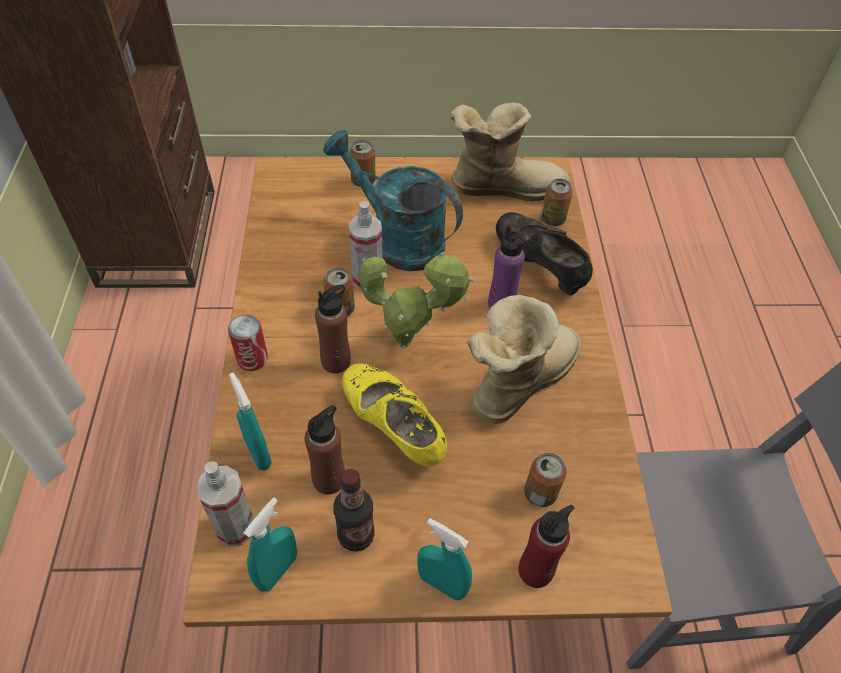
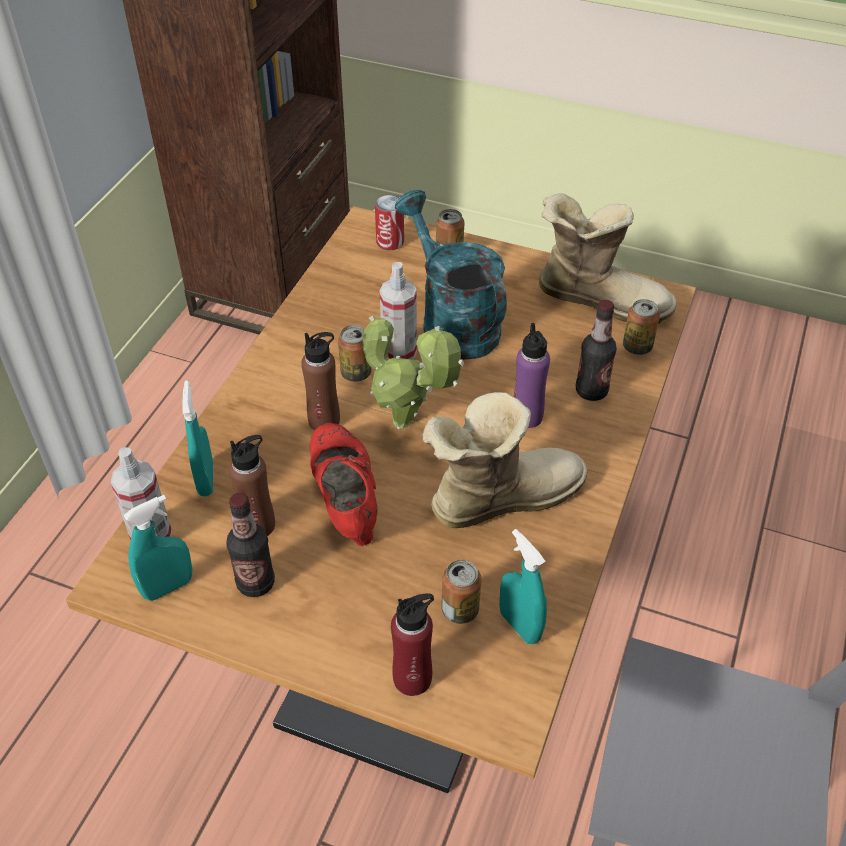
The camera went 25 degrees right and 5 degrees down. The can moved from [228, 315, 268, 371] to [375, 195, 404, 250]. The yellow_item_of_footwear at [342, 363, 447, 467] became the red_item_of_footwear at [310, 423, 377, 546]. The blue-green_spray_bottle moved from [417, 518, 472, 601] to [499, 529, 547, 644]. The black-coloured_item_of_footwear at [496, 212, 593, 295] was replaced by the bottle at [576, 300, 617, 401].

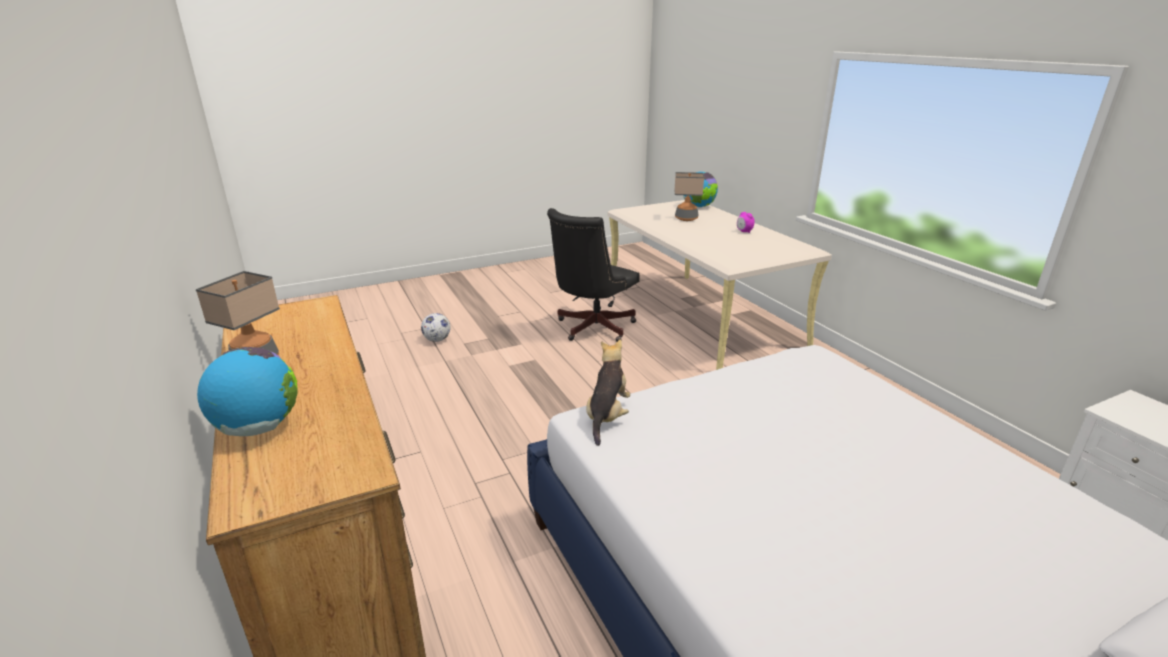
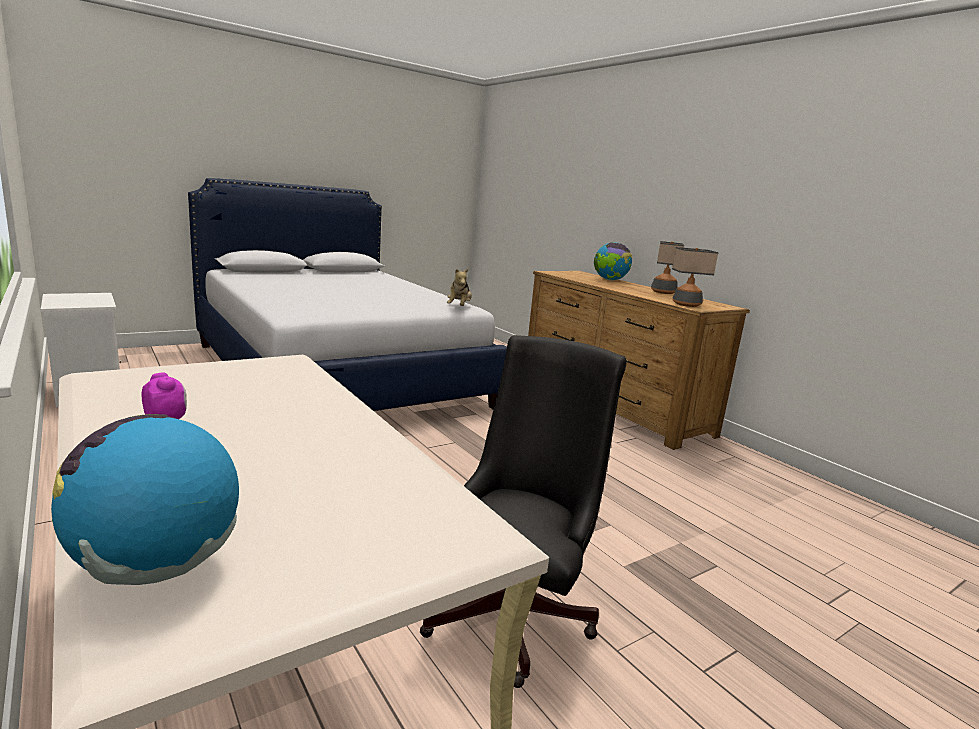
The camera went 170 degrees right and 10 degrees down. The football_ball at [421, 313, 450, 342] disappeared. The tabletop_lamp moved from [674, 172, 704, 221] to [672, 247, 719, 307].

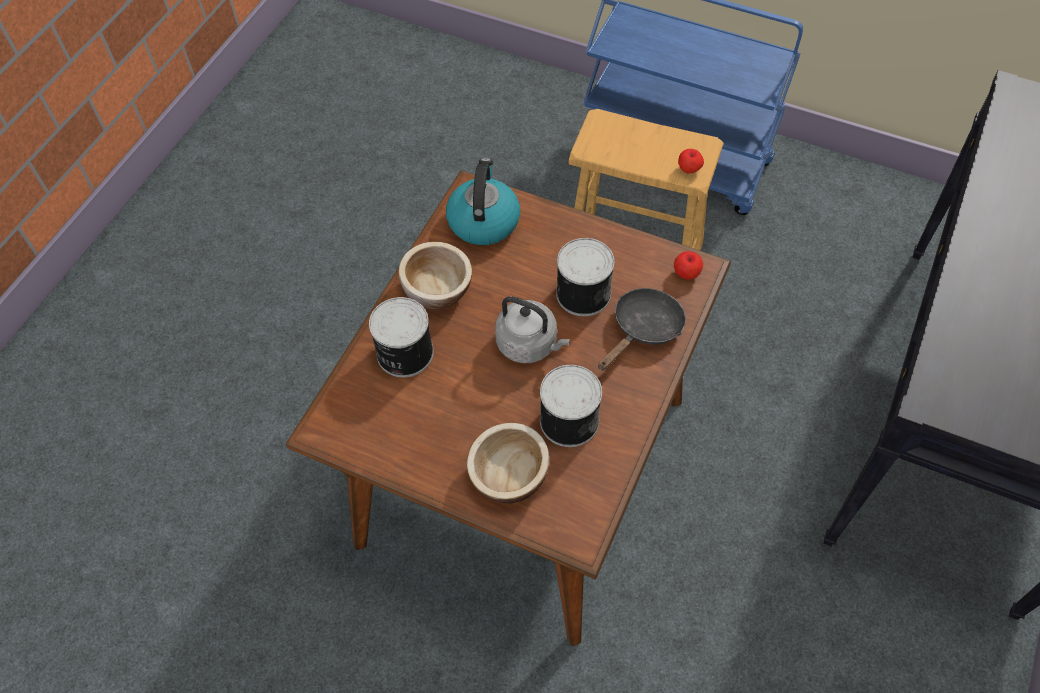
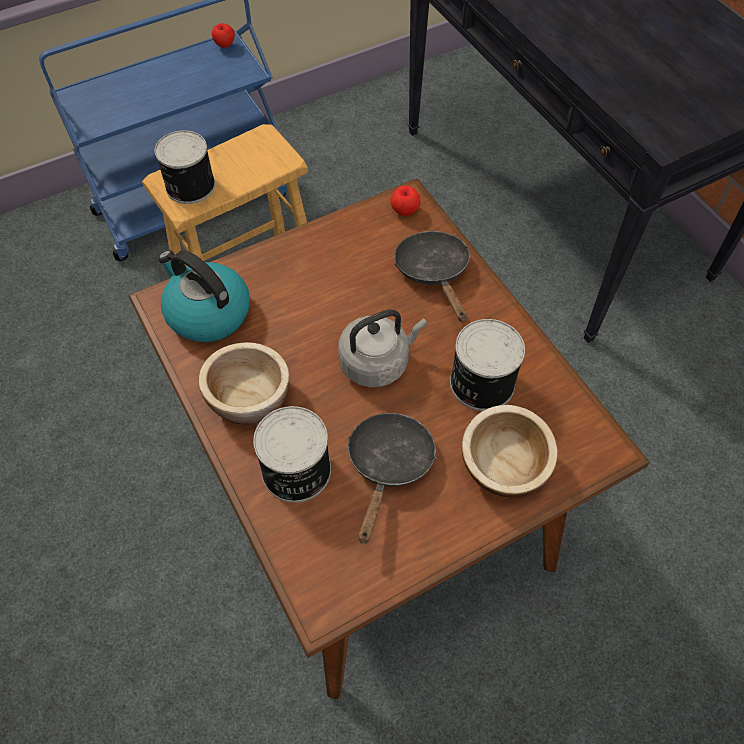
The camera went 55 degrees left and 0 degrees up. The can moved from [556, 238, 614, 316] to [155, 130, 215, 204]. The whole_apple moved from [678, 149, 704, 174] to [212, 23, 235, 48]. The black-coloured_skillet at [348, 413, 437, 544] appeared.

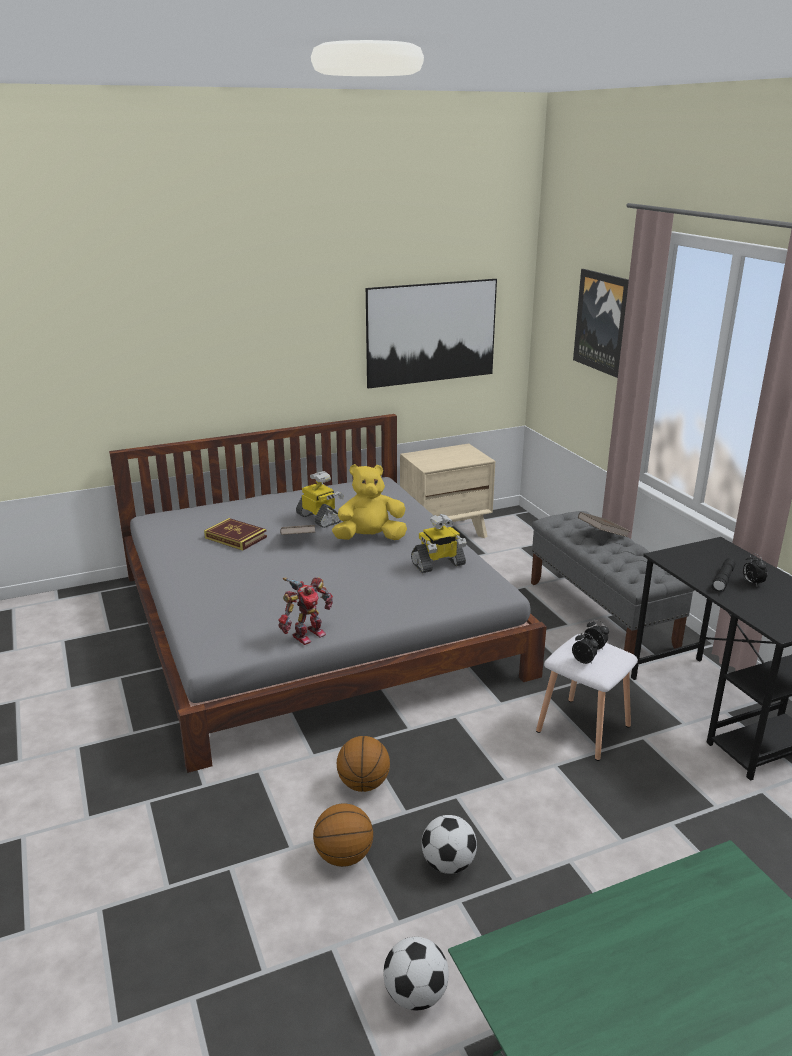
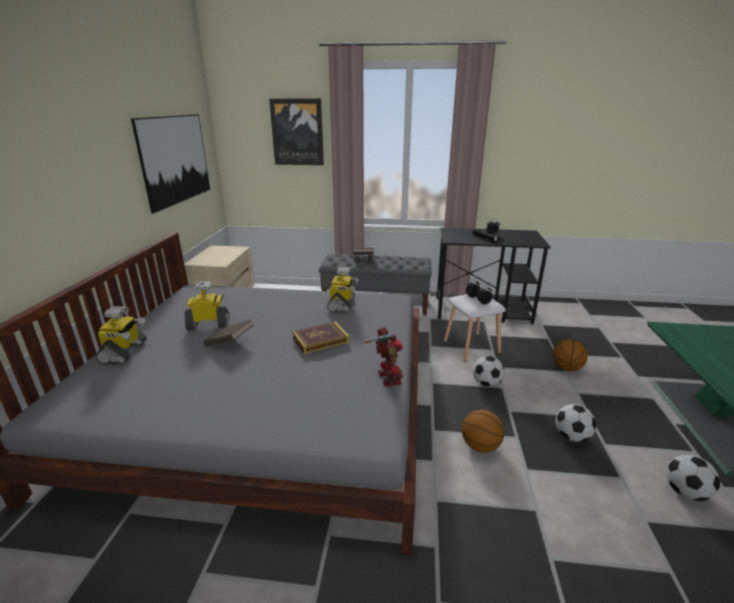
The camera went 60 degrees left and 0 degrees up. The volume moved from [204, 518, 267, 551] to [292, 321, 350, 354]. The basketball_ball moved from [313, 803, 373, 867] to [553, 339, 588, 371]. The yellow_cuddly_toy at [332, 464, 407, 540] disappeared. The toy_robot at [96, 306, 147, 364] appeared. The football_ball at [473, 356, 505, 387] appeared.

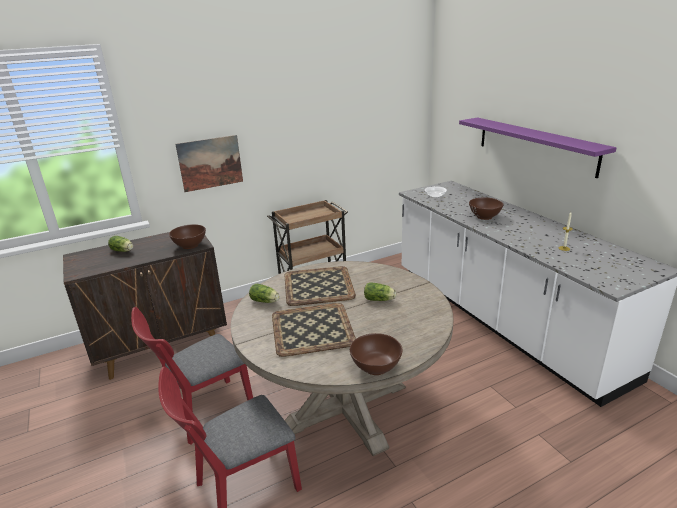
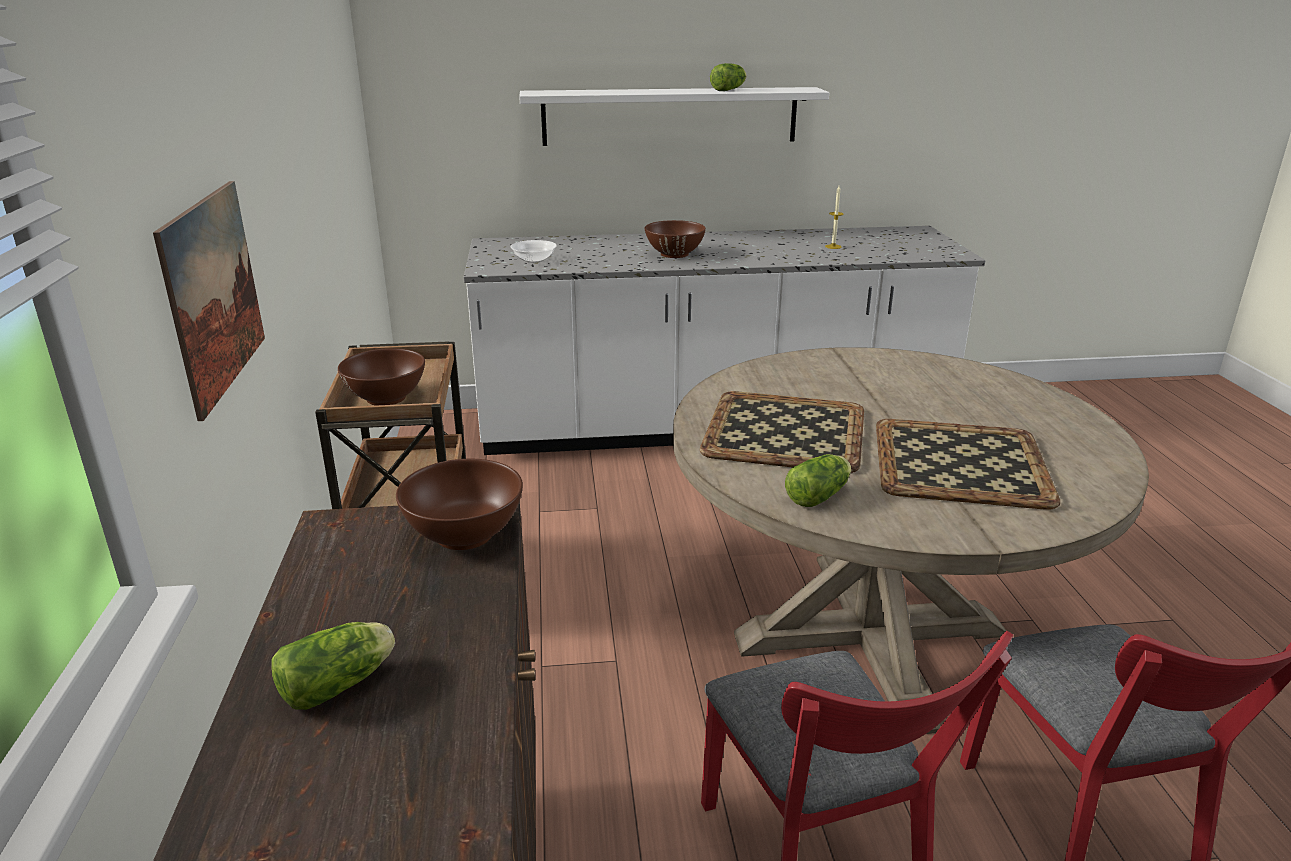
The camera went 70 degrees left and 0 degrees up. The brown_deep_dish moved from [350, 333, 403, 375] to [338, 348, 425, 406]. The lettuce_head moved from [364, 282, 396, 301] to [710, 63, 747, 91]. The purple-coloured_wall_shelf at [459, 117, 617, 178] became the white-coloured_wall_shelf at [519, 87, 829, 146].

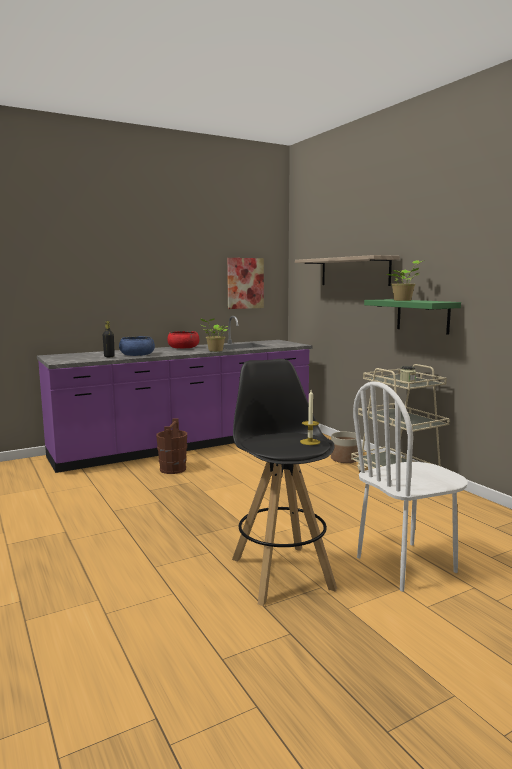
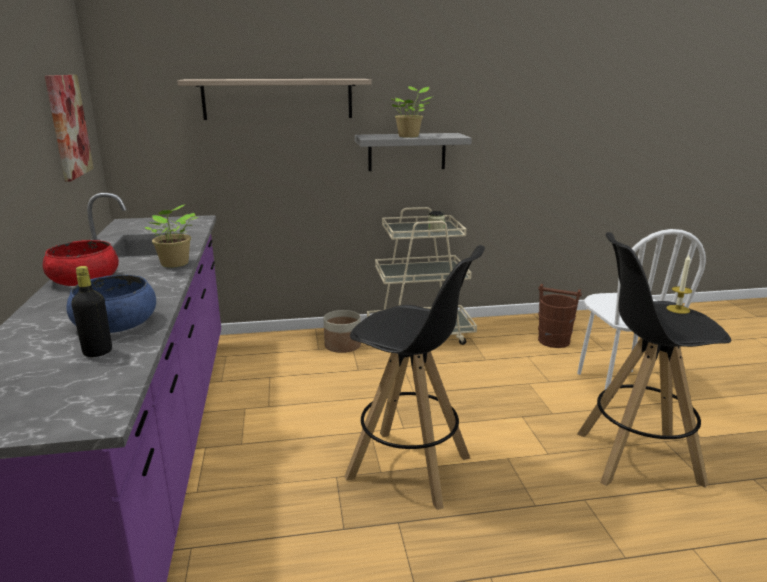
The camera went 70 degrees left and 10 degrees up. The brown_pail moved from [156, 418, 187, 474] to [538, 284, 582, 348]. The green_wall_shelf at [364, 299, 461, 335] became the greyish_wall_shelf at [355, 133, 472, 171]. The black-coloured_stool_seat at [344, 245, 485, 510] appeared.

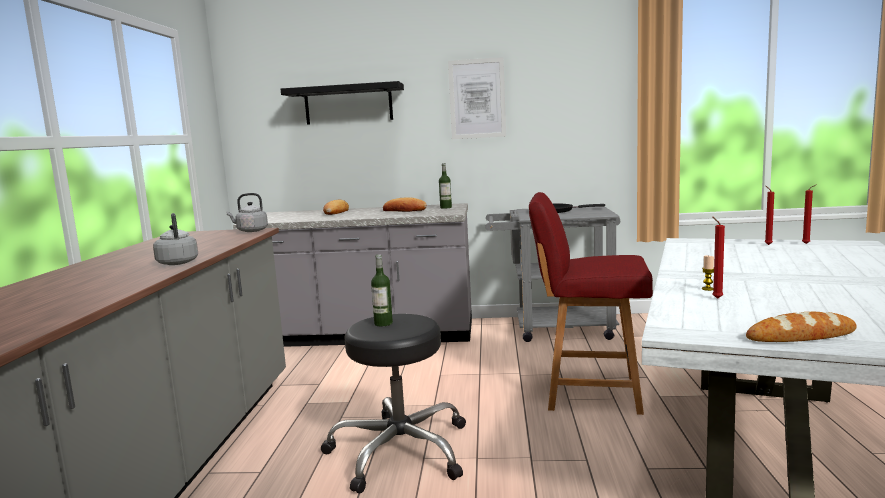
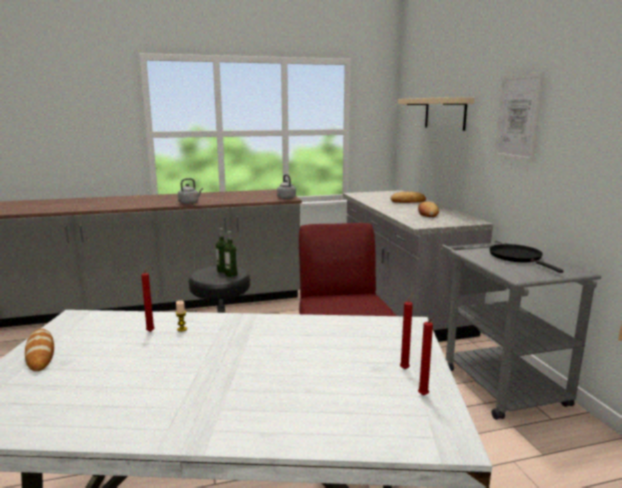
The camera went 70 degrees right and 5 degrees up. The black-coloured_wall_shelf at [281, 81, 404, 125] became the sand-coloured_wall_shelf at [398, 97, 475, 131]. The bottle moved from [439, 163, 452, 209] to [224, 231, 237, 277].

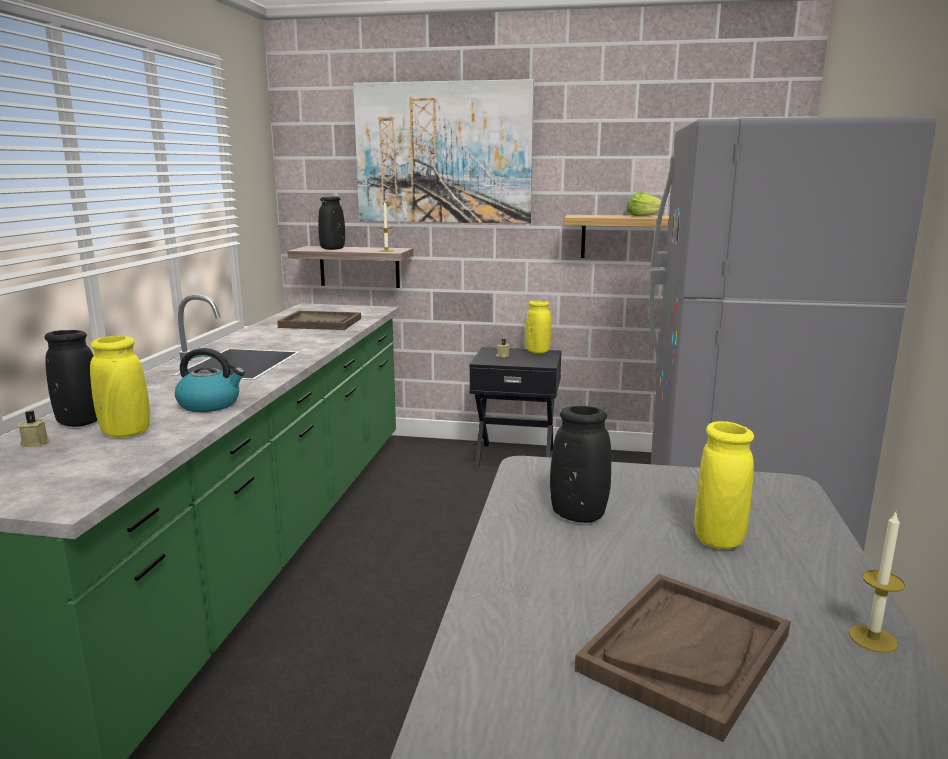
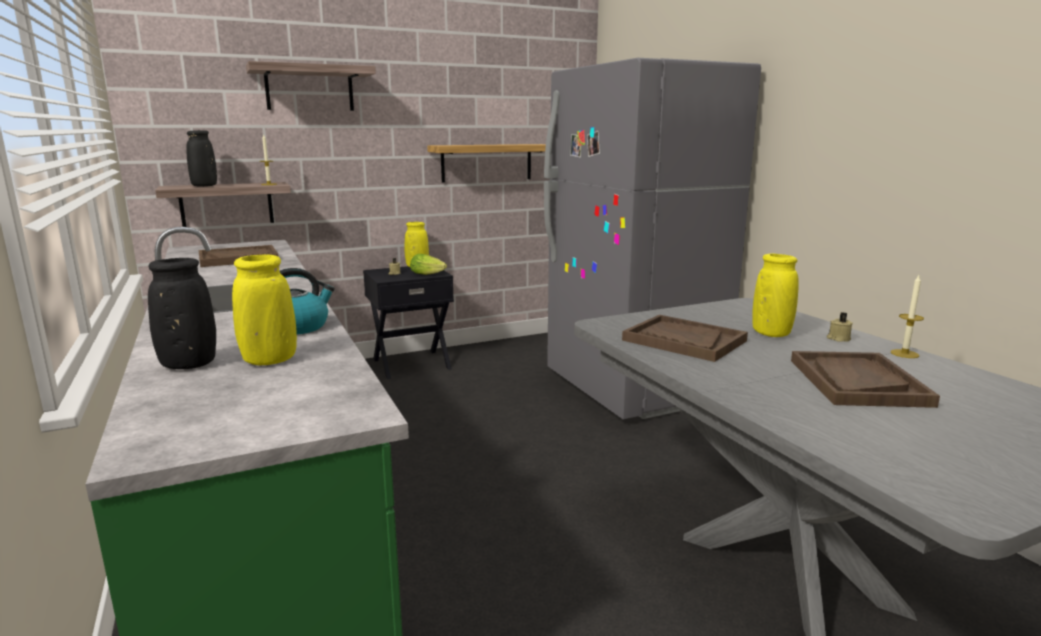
The camera went 35 degrees left and 0 degrees up. The sand-coloured_wax_light moved from [17, 411, 50, 447] to [827, 312, 853, 342]. The wall_art at [353, 79, 534, 224] was replaced by the wall_shelf at [246, 61, 376, 111]. The black-coloured_decorative_vase at [550, 406, 611, 523] was replaced by the brown_tray at [622, 315, 748, 362]. The lettuce_head moved from [627, 192, 666, 216] to [410, 254, 447, 275].

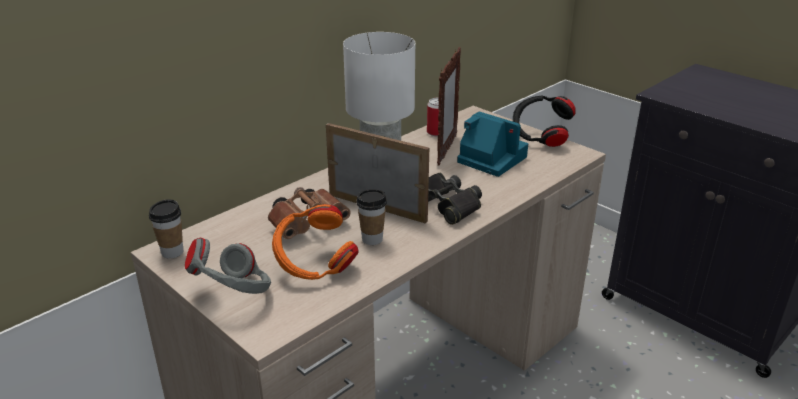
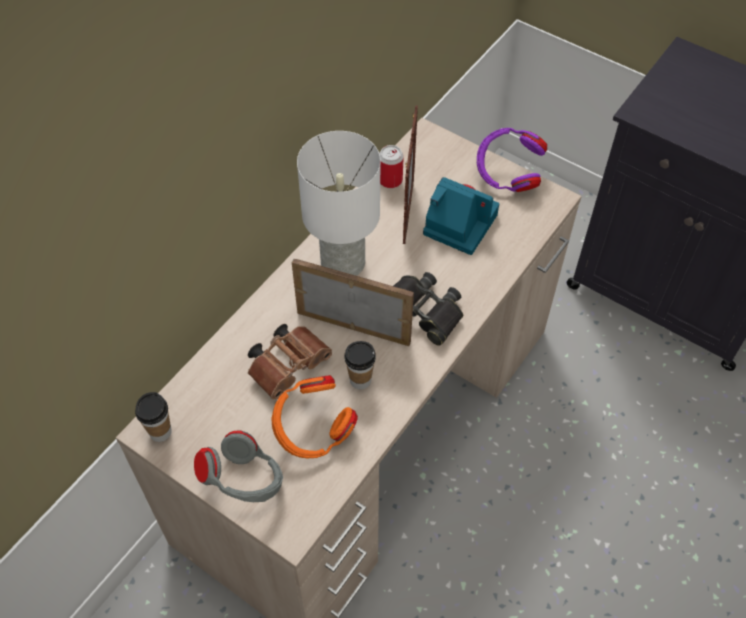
The camera went 10 degrees left and 25 degrees up. The black-coloured_headphones at [513, 96, 576, 147] became the purple-coloured_headphones at [477, 128, 547, 192].

